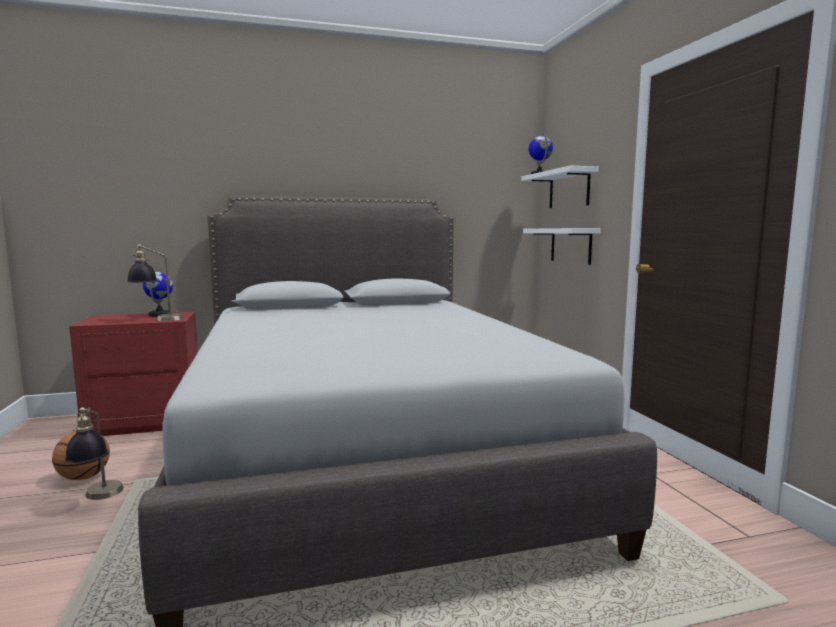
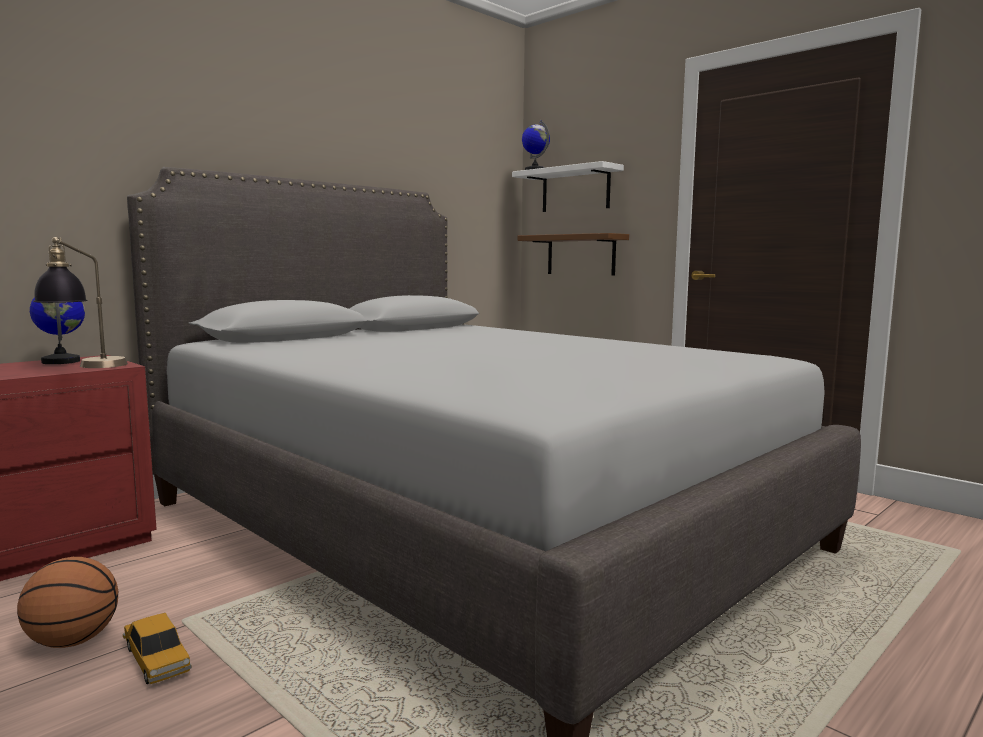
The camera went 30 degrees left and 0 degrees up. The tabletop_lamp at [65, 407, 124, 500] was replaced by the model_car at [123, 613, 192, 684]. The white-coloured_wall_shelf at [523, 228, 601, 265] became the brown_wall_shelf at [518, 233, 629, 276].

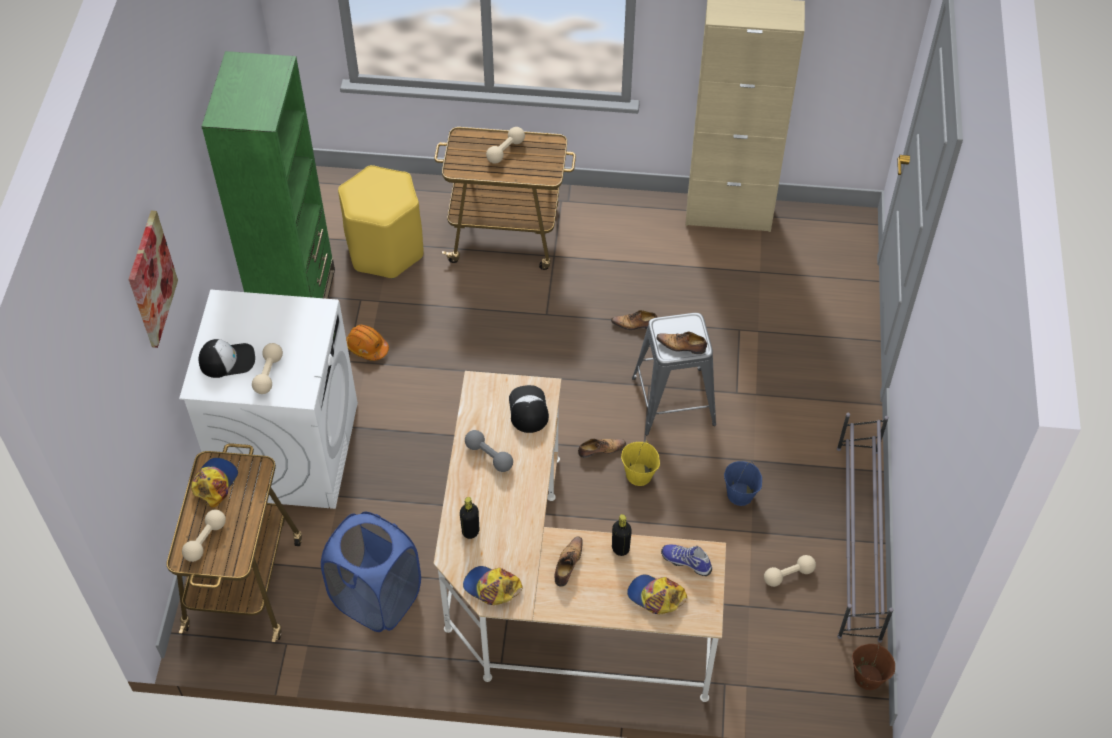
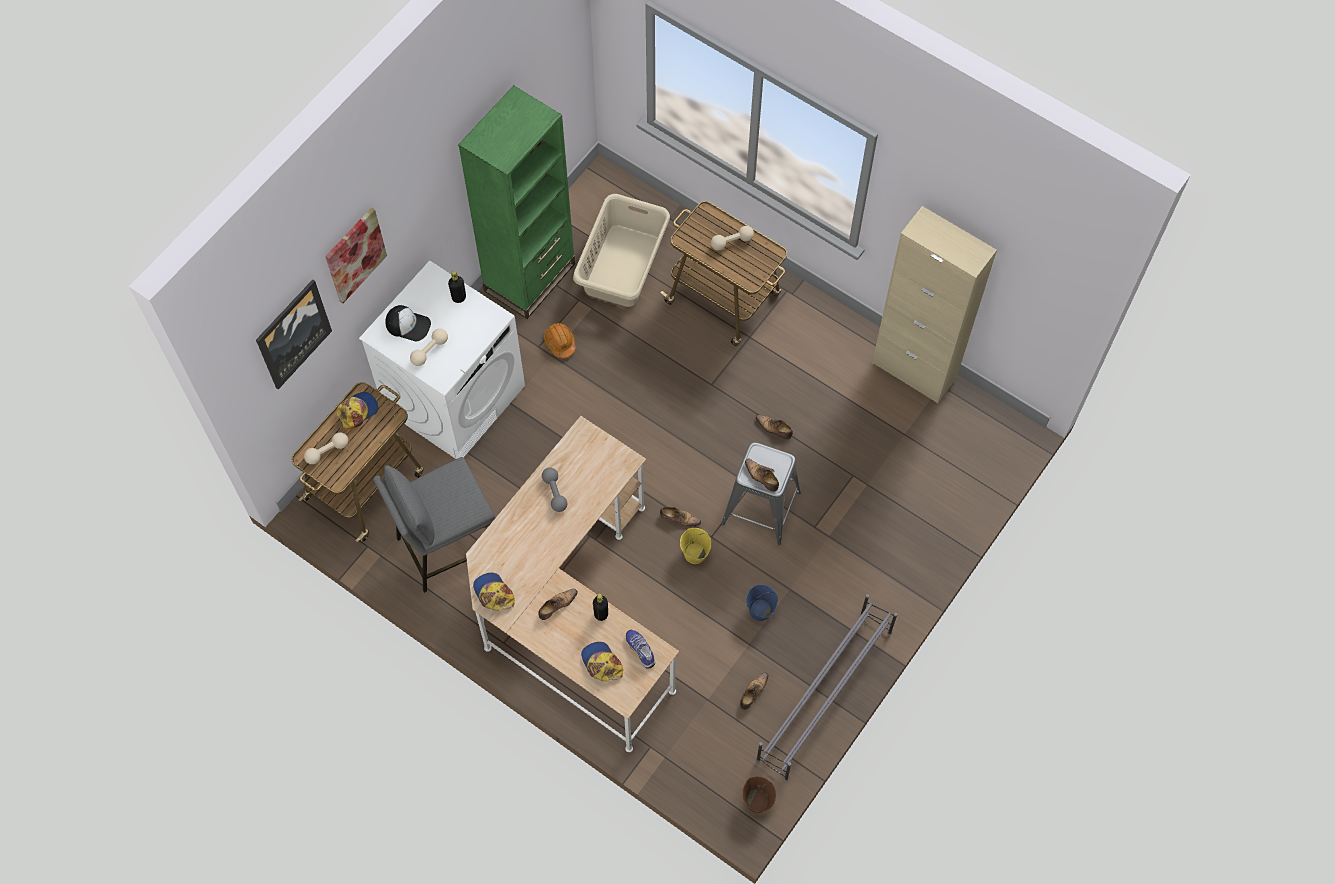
The camera went 30 degrees right and 10 degrees up. The bluish_washing_basket at [321, 512, 421, 632] was replaced by the greyish_stool_seat at [373, 457, 495, 593]. The yellow_stool_seat at [338, 165, 423, 279] was replaced by the sand-coloured_washing_basket at [573, 194, 670, 307]. The black-coloured_bottle moved from [460, 497, 479, 539] to [448, 271, 466, 303]. The cap at [509, 385, 549, 433] disappeared. The sand-coloured_free_weight at [764, 555, 816, 587] was replaced by the item_of_footwear at [740, 673, 768, 710]. The wall_art at [256, 279, 332, 390] appeared.

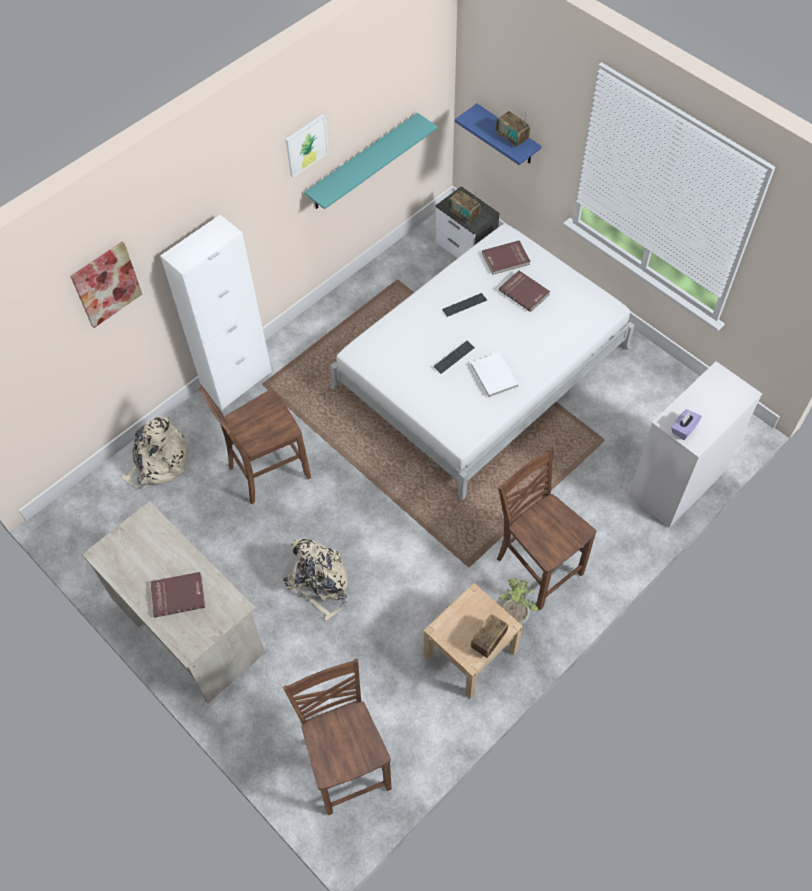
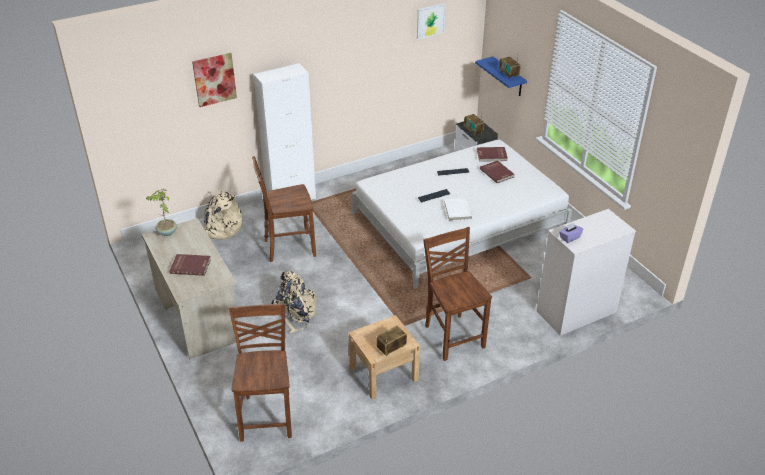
The camera went 15 degrees right and 20 degrees down. The wall_art moved from [285, 114, 329, 178] to [417, 3, 446, 39]. The blue-green_wall_shelf at [304, 113, 438, 209] disappeared. The houseplant moved from [499, 578, 538, 625] to [146, 188, 177, 236].

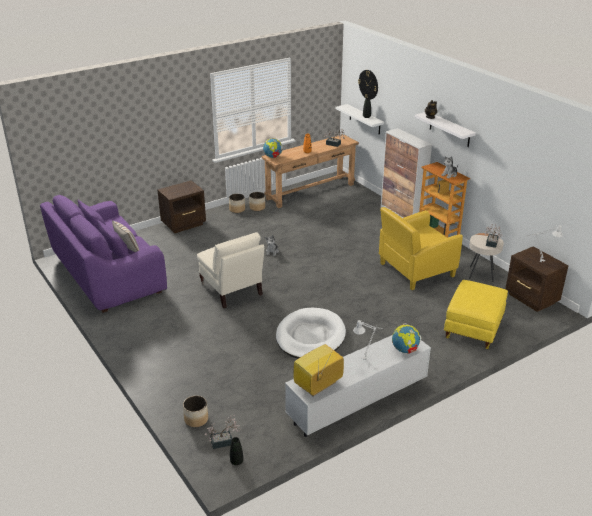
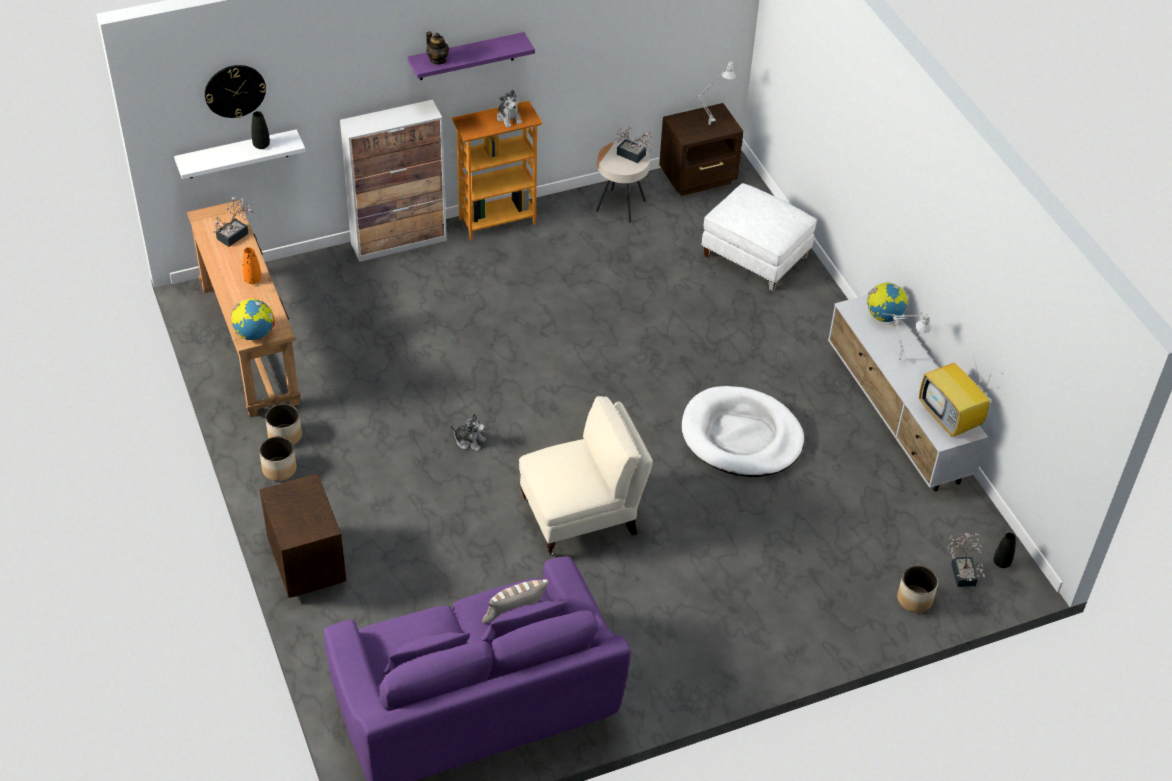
The camera went 80 degrees left and 15 degrees up. The yellow_lounge_chair at [379, 207, 463, 290] disappeared. The white-coloured_wall_shelf at [415, 112, 476, 147] became the purple-coloured_wall_shelf at [408, 32, 535, 80]. The yellow_footrest at [444, 280, 508, 349] became the white-coloured_footrest at [701, 183, 817, 291].

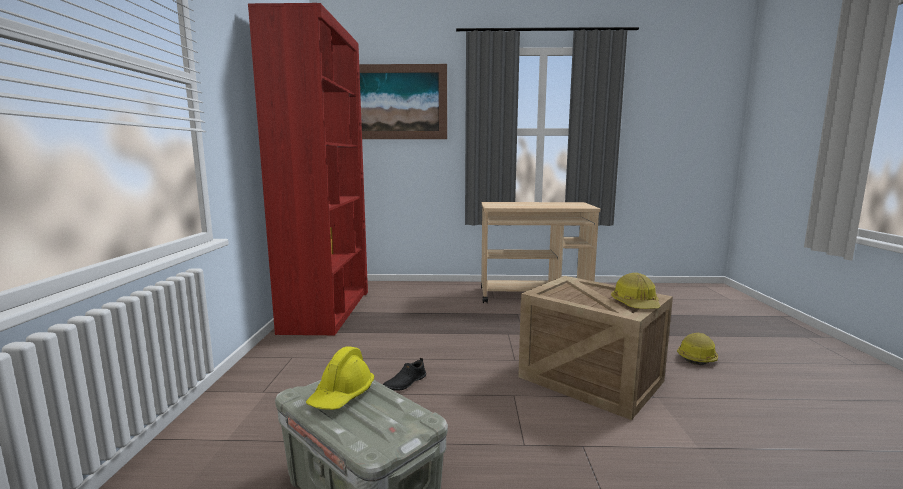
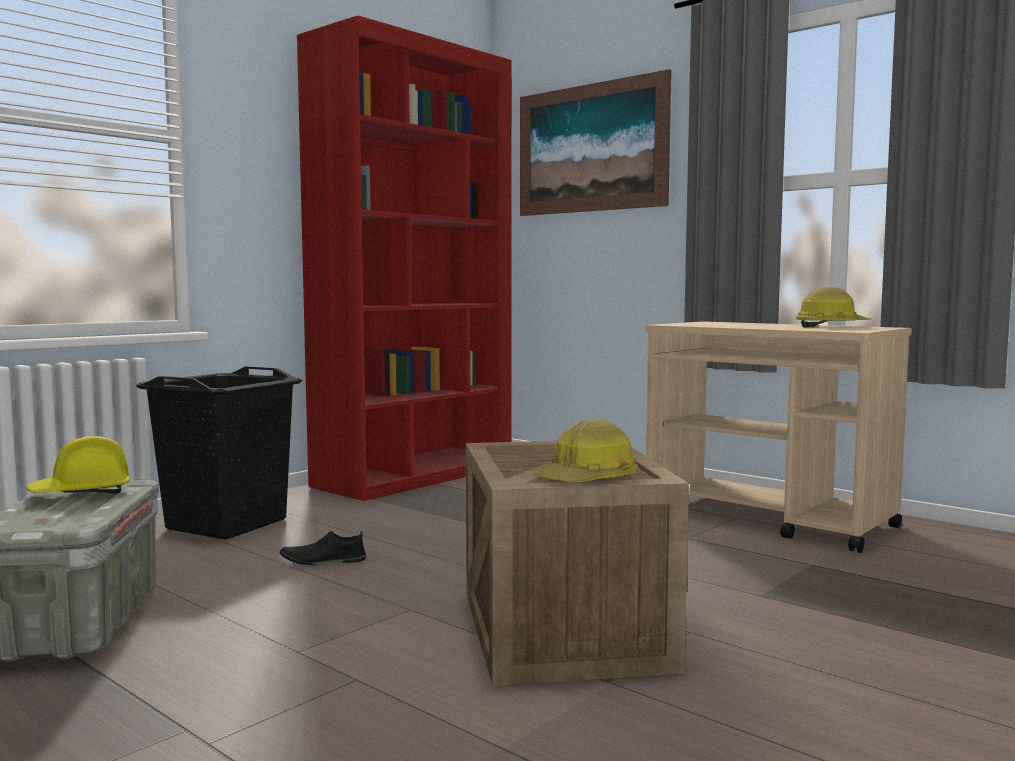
The camera went 40 degrees right and 5 degrees down. The hard_hat moved from [677, 332, 718, 365] to [796, 287, 871, 327]. The black-coloured_washing_basket at [136, 366, 303, 539] appeared.

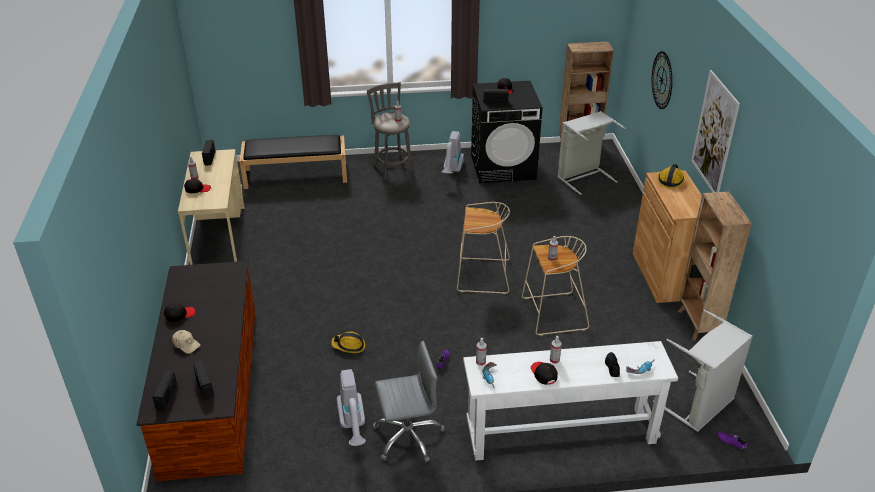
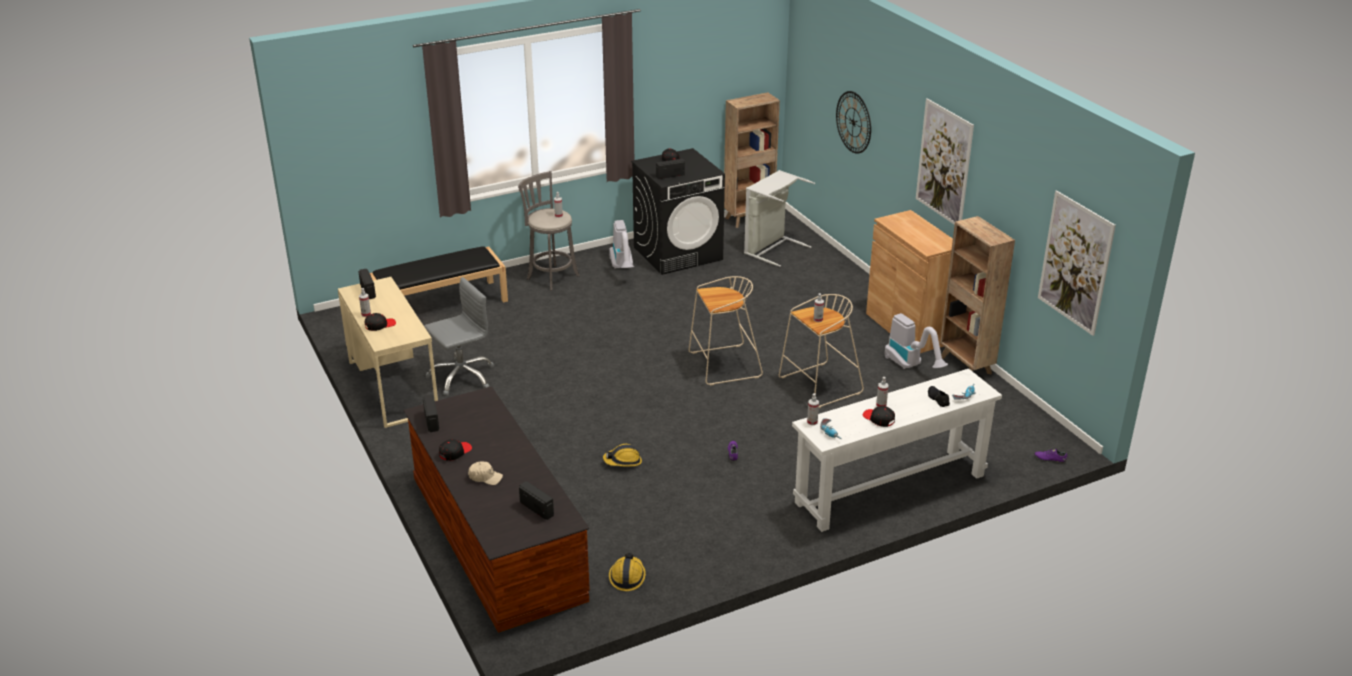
The camera went 20 degrees left and 5 degrees down. The radio_set moved from [152, 370, 177, 411] to [422, 394, 439, 432]. The hoover moved from [337, 369, 366, 446] to [885, 313, 948, 369]. The greyish_desk_chair moved from [372, 341, 445, 462] to [424, 277, 494, 396]. The greyish_washing_basket at [653, 310, 753, 432] disappeared. The hard_hat moved from [657, 164, 685, 189] to [609, 553, 646, 591]. The wall_art at [1038, 191, 1116, 336] appeared.

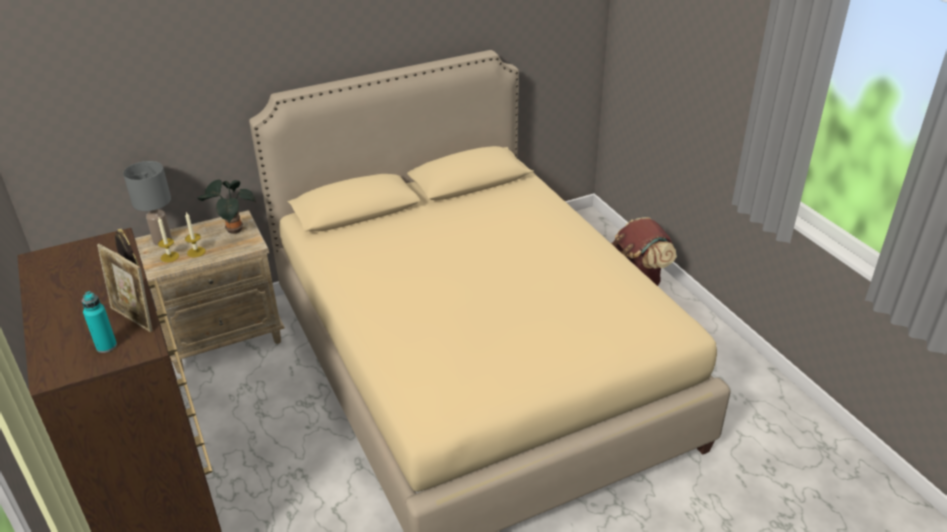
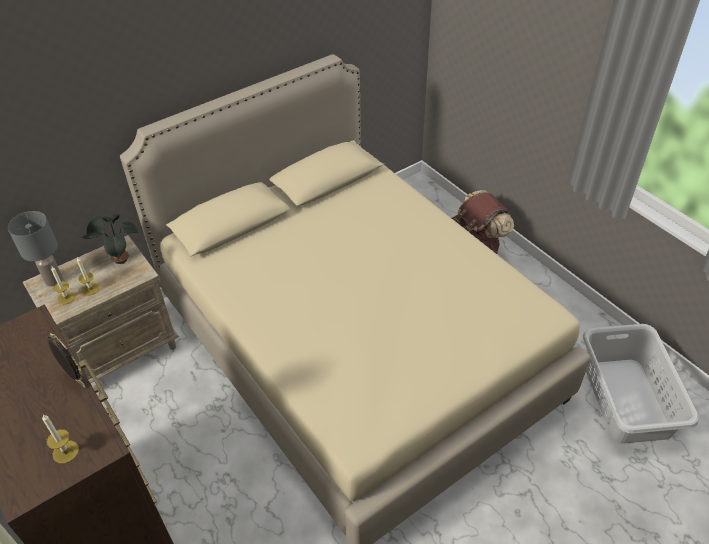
The camera went 10 degrees left and 10 degrees up. The blue-green_bottle at [82, 291, 117, 353] was replaced by the wax_light at [42, 414, 79, 464]. The standing_frame at [97, 244, 152, 332] disappeared. The greyish_washing_basket at [583, 324, 699, 444] appeared.

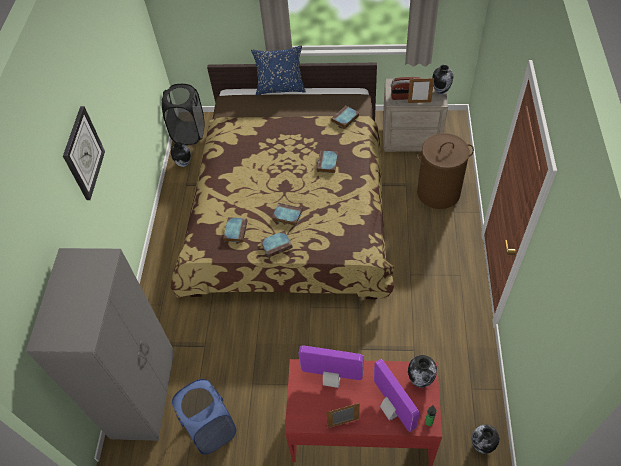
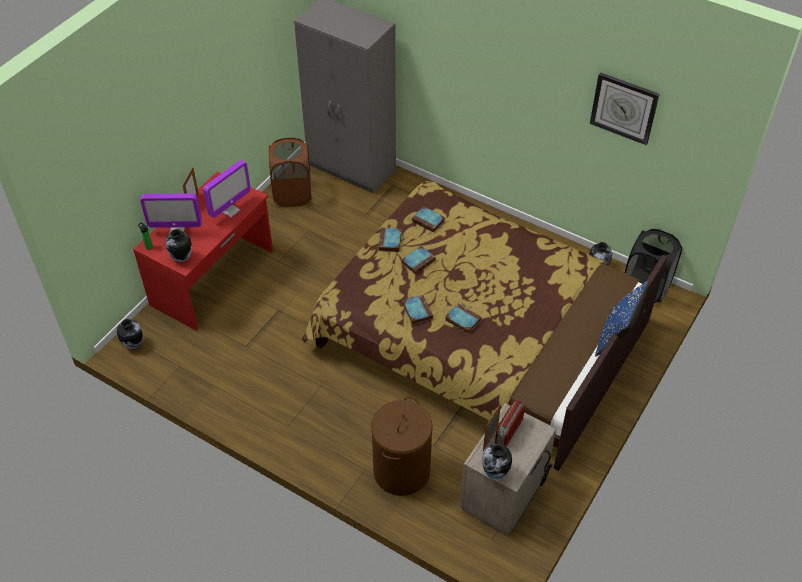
The camera went 115 degrees right and 5 degrees down. The hanging_clock moved from [63, 106, 105, 200] to [590, 72, 660, 145]. The bluish_washing_basket at [171, 379, 237, 454] became the brown_washing_basket at [269, 138, 312, 207]. The volume moved from [331, 106, 359, 129] to [402, 295, 433, 325].

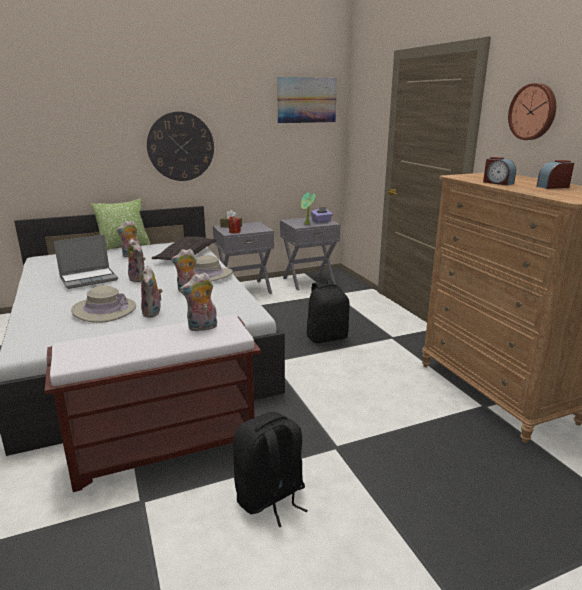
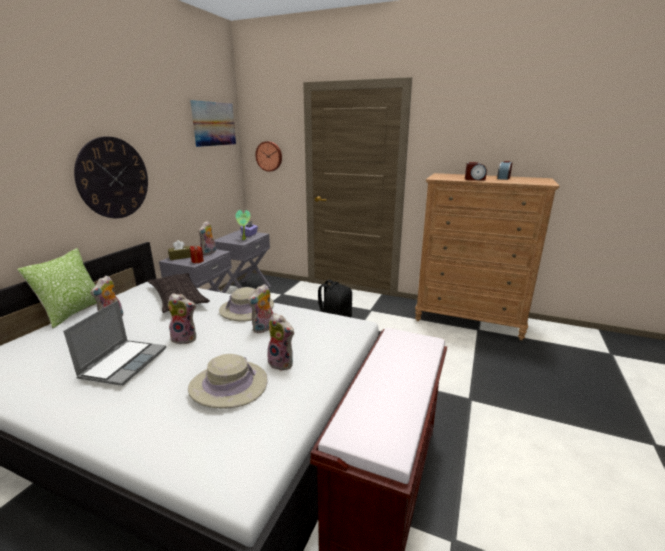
The camera went 45 degrees left and 0 degrees up. The cuddly_toy moved from [180, 272, 217, 331] to [199, 221, 216, 255]. The black-coloured_rucksack at [233, 412, 308, 527] disappeared. The hanging_clock moved from [508, 83, 556, 140] to [255, 141, 282, 172].

